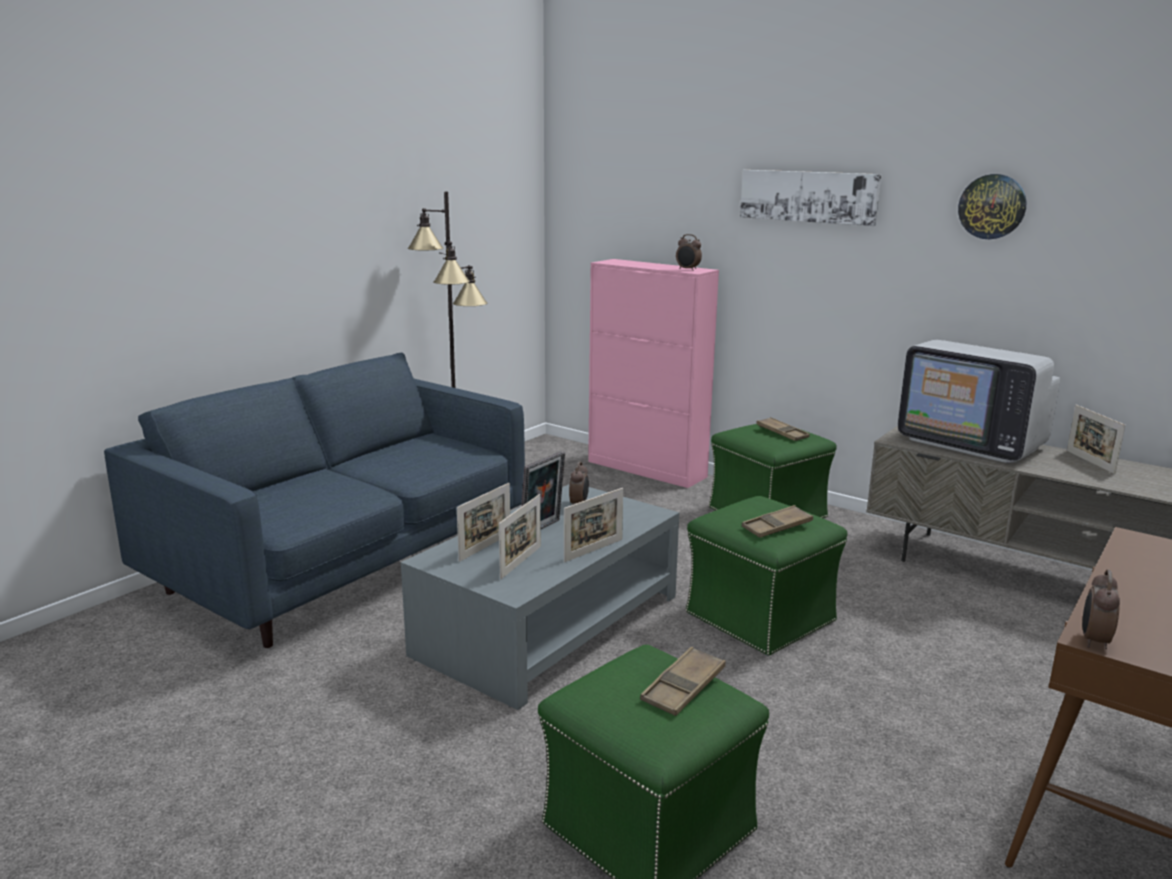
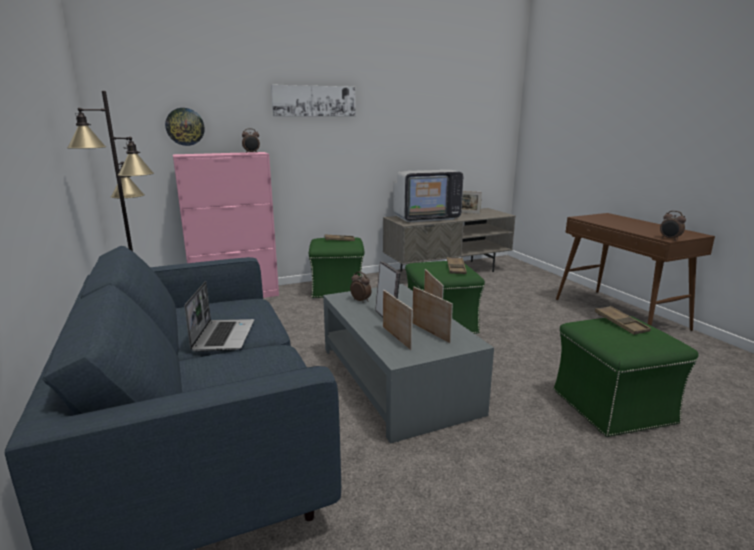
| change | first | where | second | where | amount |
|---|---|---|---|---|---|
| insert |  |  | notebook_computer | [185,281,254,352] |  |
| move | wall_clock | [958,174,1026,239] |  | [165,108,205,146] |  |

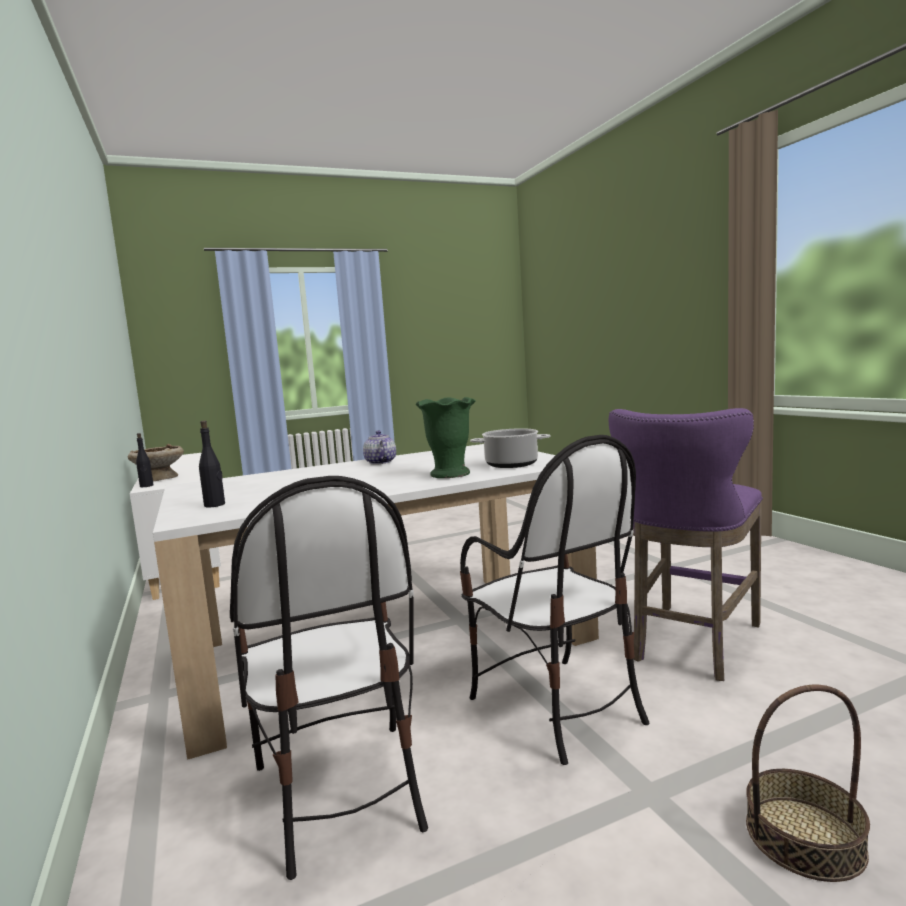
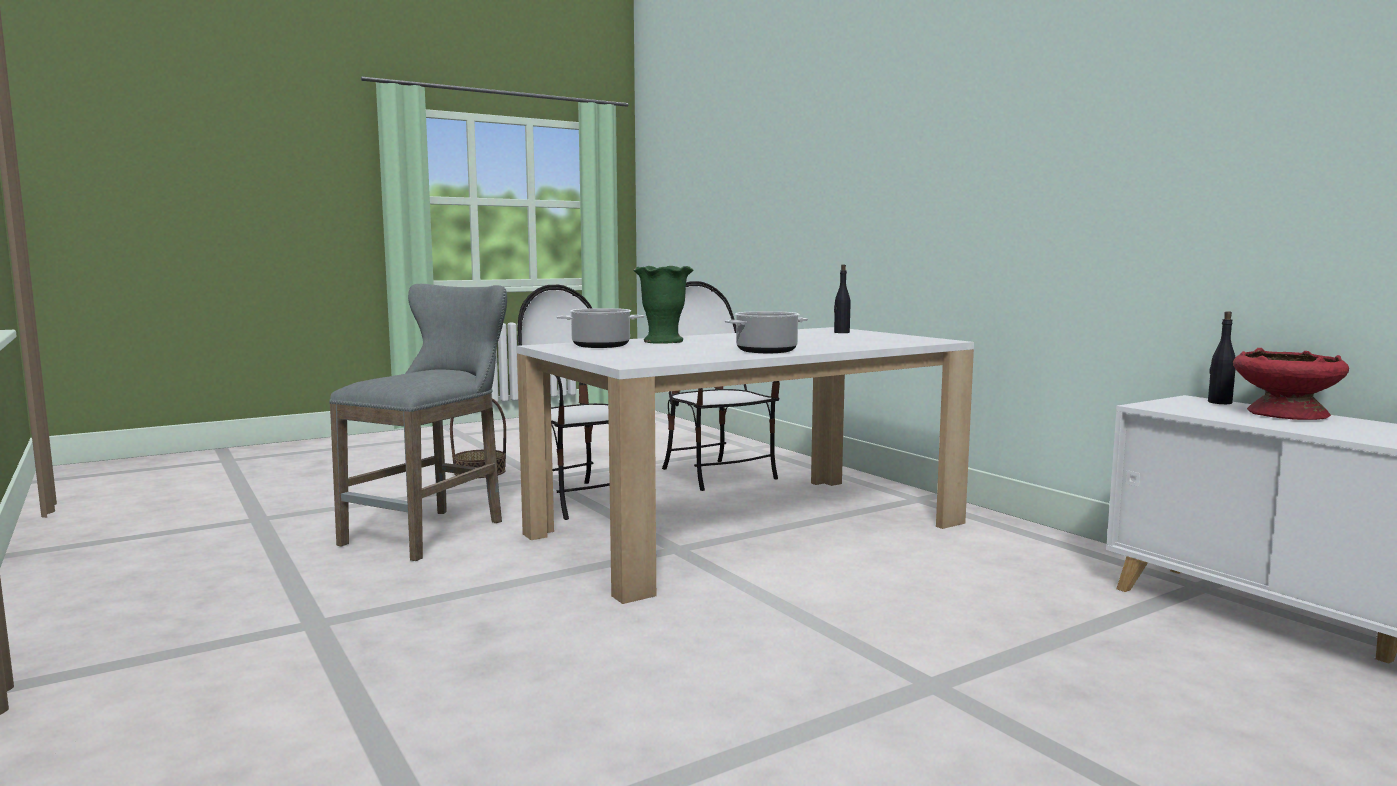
| change | first | where | second | where | amount |
|---|---|---|---|---|---|
| replace | pot_for_tea | [363,430,396,465] | stockpot | [725,311,808,353] |  |
| recolor | beige_serving_bowl | [128,444,184,481] | red-coloured_serving_bowl | [1233,348,1349,420] |  |
| recolor | purple-coloured_sitting_stool | [609,408,763,681] | greyish_sitting_stool | [329,284,507,561] |  |

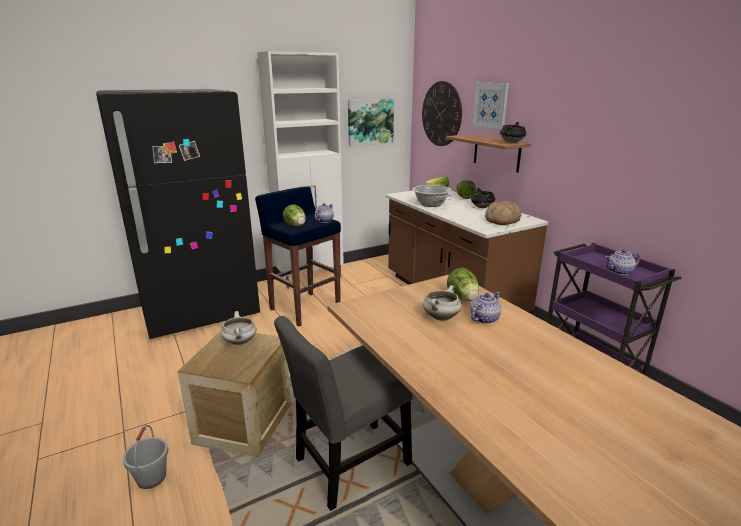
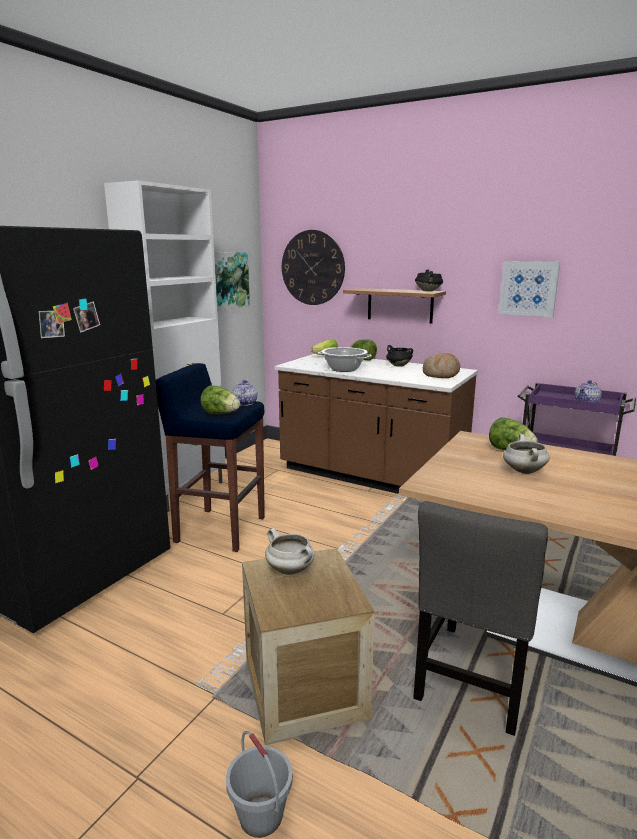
| change | first | where | second | where | amount |
|---|---|---|---|---|---|
| delete | pot_for_tea | [470,292,501,324] |  |  |  |
| move | picture | [472,83,509,129] |  | [499,261,560,317] |  |

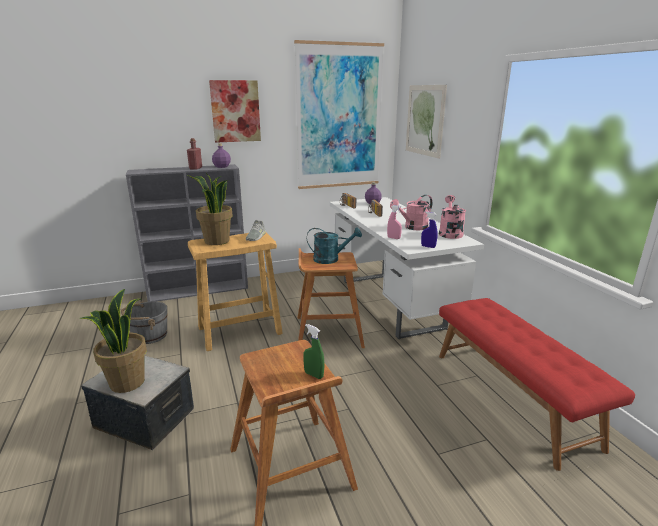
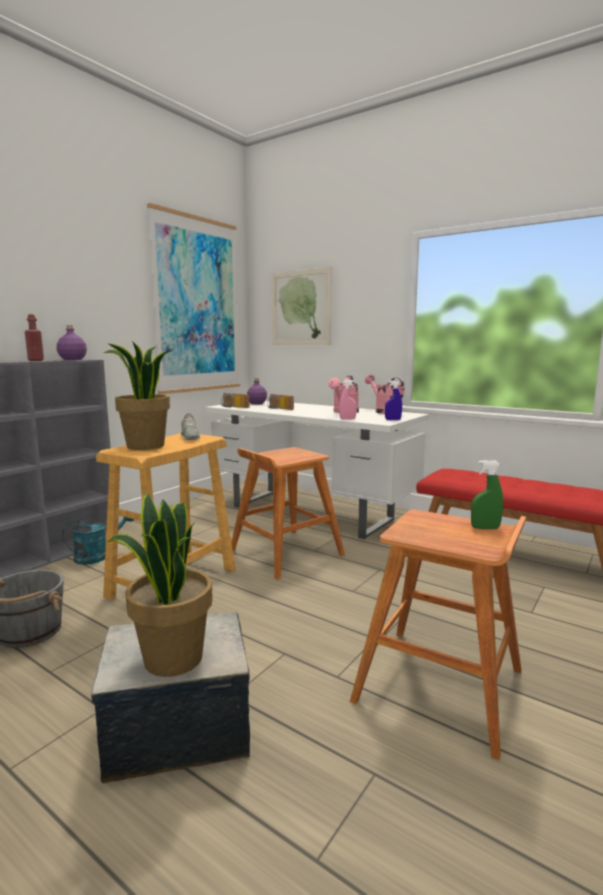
| change | first | where | second | where | amount |
|---|---|---|---|---|---|
| delete | picture | [209,80,261,143] |  |  |  |
| move | turquoise_sprinkling_can | [307,227,362,264] |  | [62,517,134,565] |  |

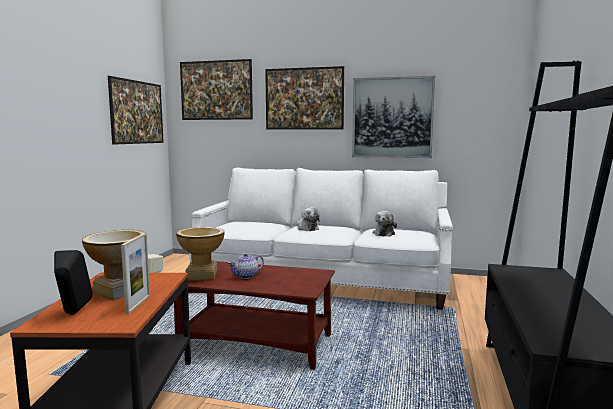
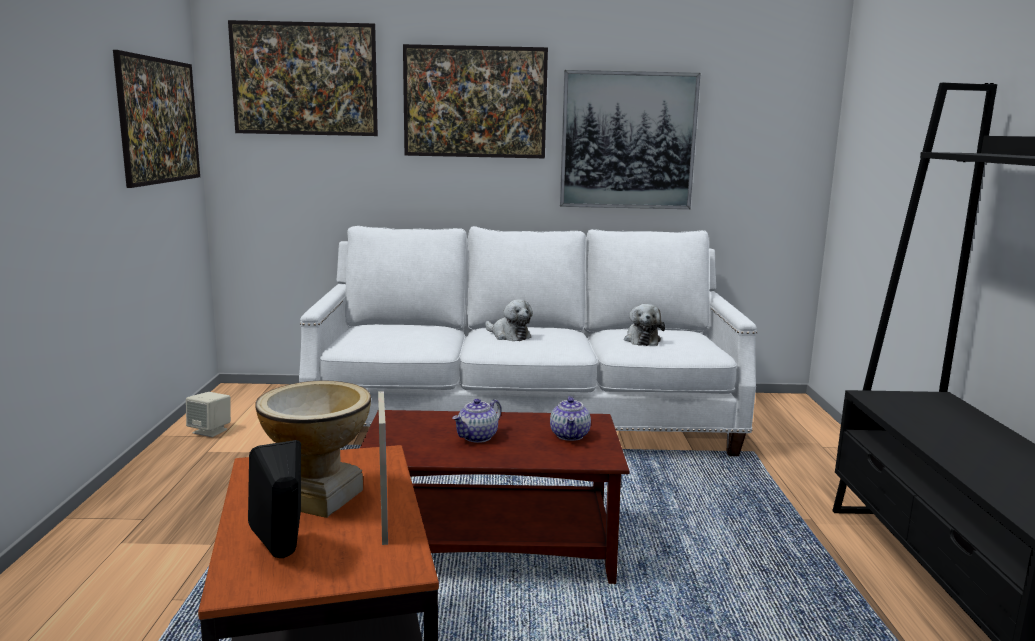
| change | first | where | second | where | amount |
|---|---|---|---|---|---|
| delete | decorative_vase | [176,227,225,280] |  |  |  |
| insert |  |  | pot_for_tea | [550,396,591,441] |  |

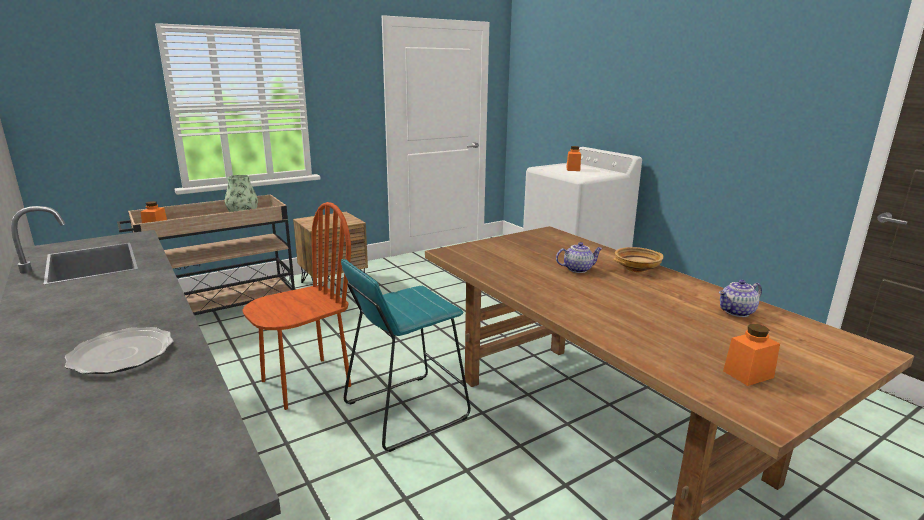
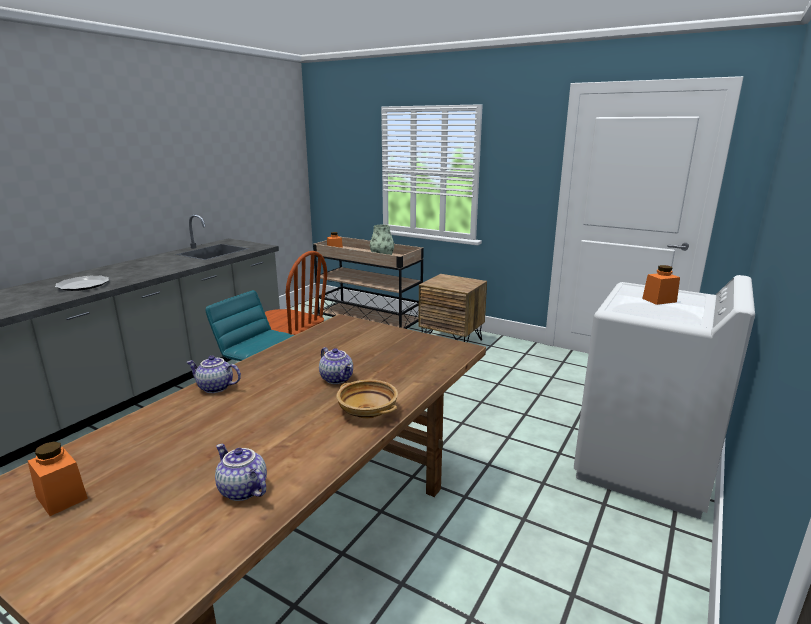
| change | first | where | second | where | amount |
|---|---|---|---|---|---|
| insert |  |  | pot_for_tea | [186,356,241,393] |  |

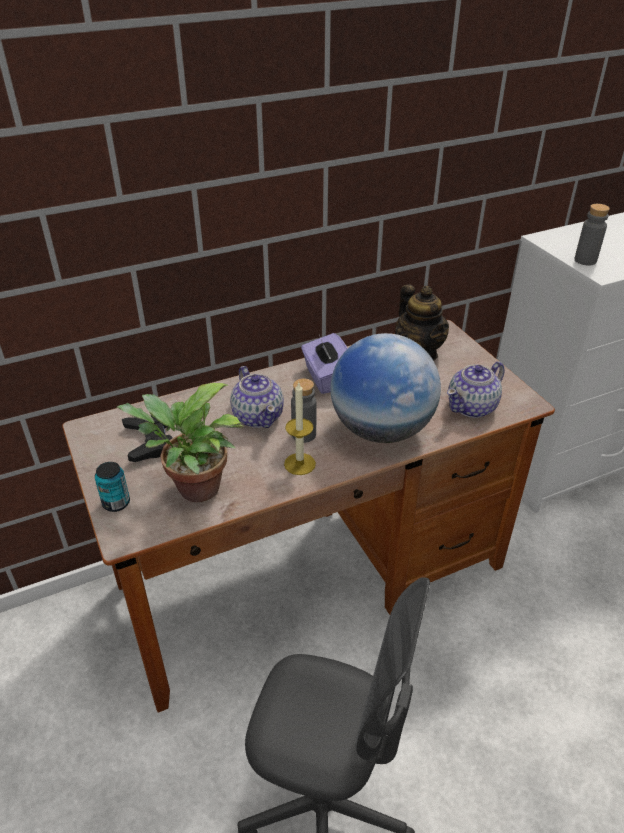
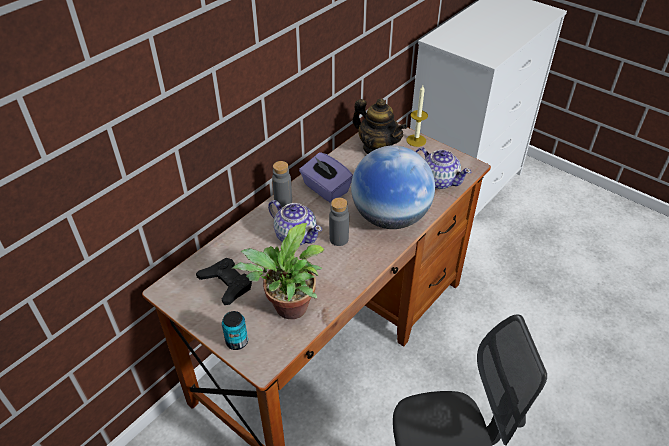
| change | first | where | second | where | amount |
|---|---|---|---|---|---|
| move | wax_light | [284,383,316,475] |  | [407,85,428,147] |  |
| move | greyish_bottle | [574,204,610,266] |  | [272,161,292,207] |  |
| rotate | pot_for_tea | [447,362,505,418] |  | [415,147,471,189] | 75 degrees counterclockwise |

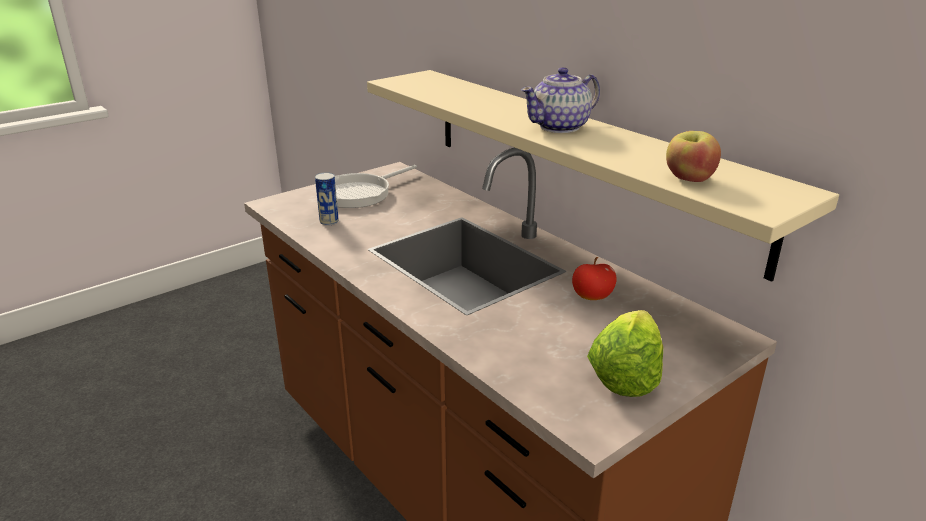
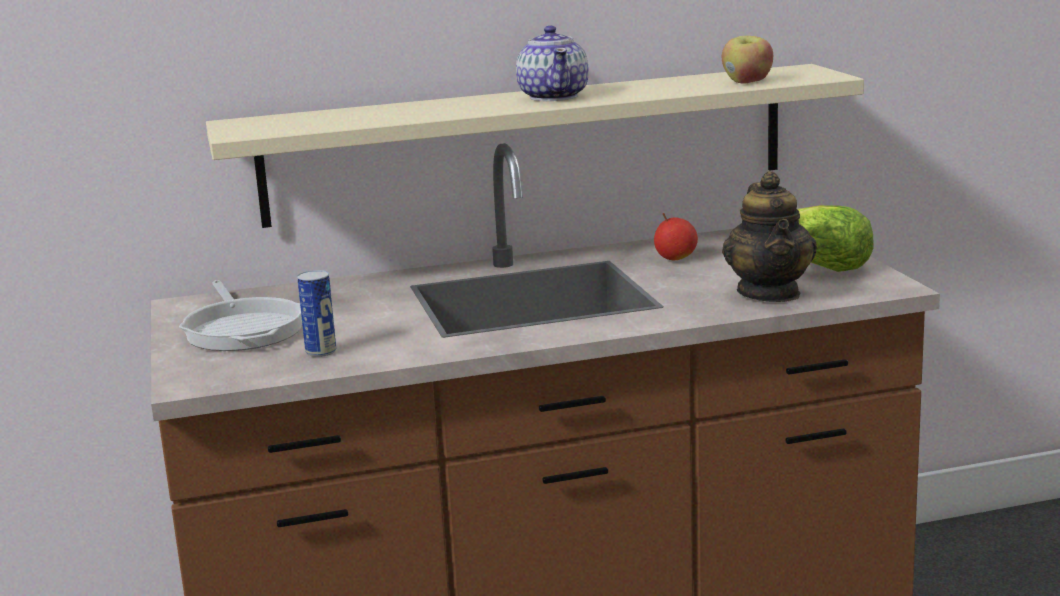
| change | first | where | second | where | amount |
|---|---|---|---|---|---|
| insert |  |  | pot_for_tea | [722,171,817,302] |  |

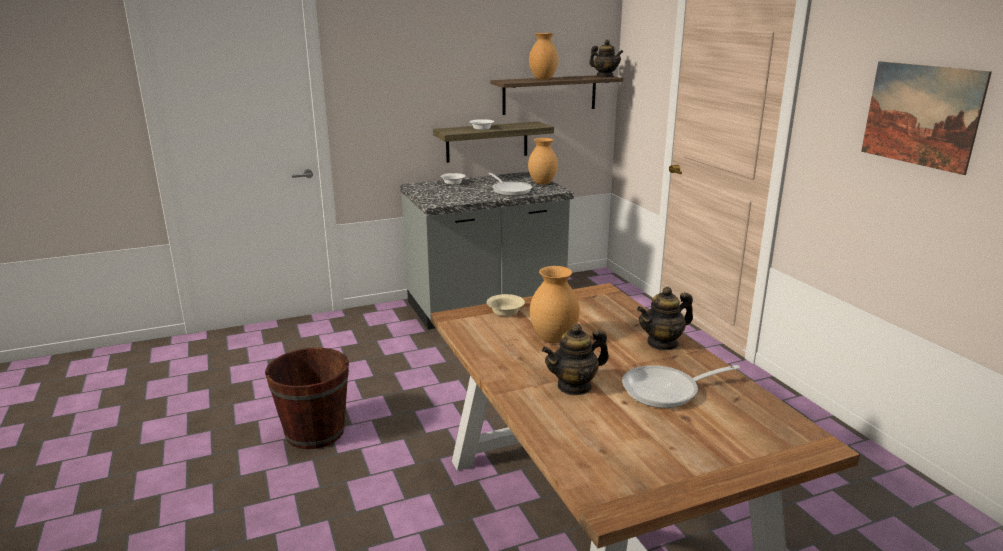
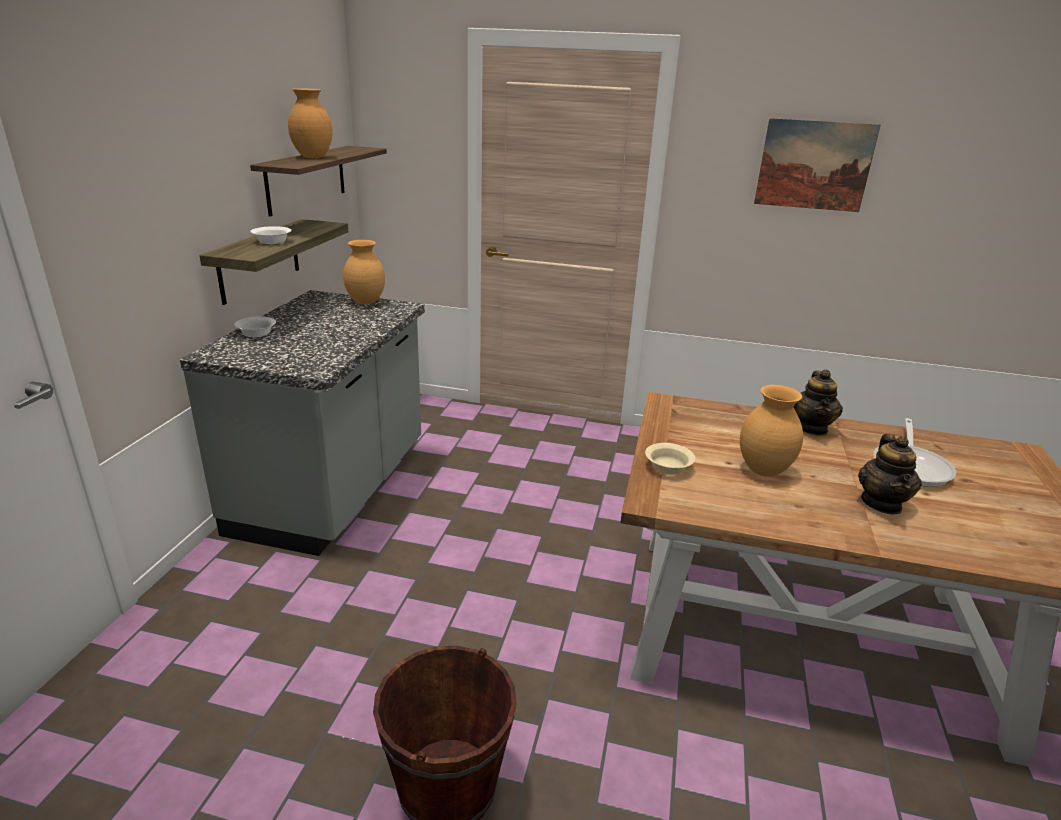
| change | first | where | second | where | amount |
|---|---|---|---|---|---|
| delete | frying_pan | [488,173,532,196] |  |  |  |
| delete | pot_for_tea | [589,40,623,77] |  |  |  |

